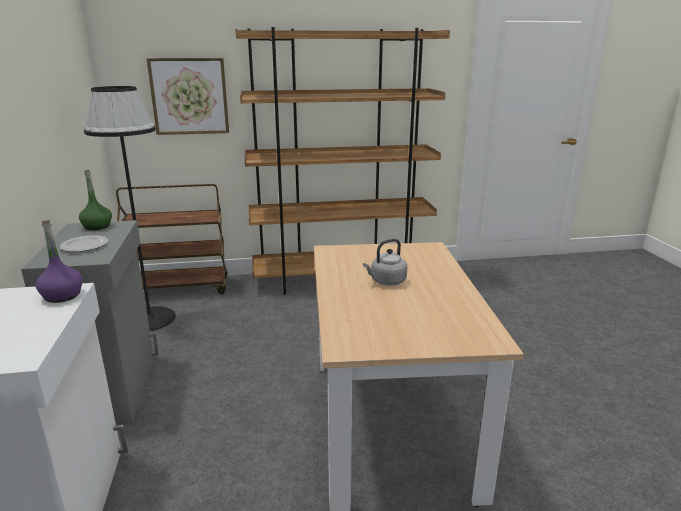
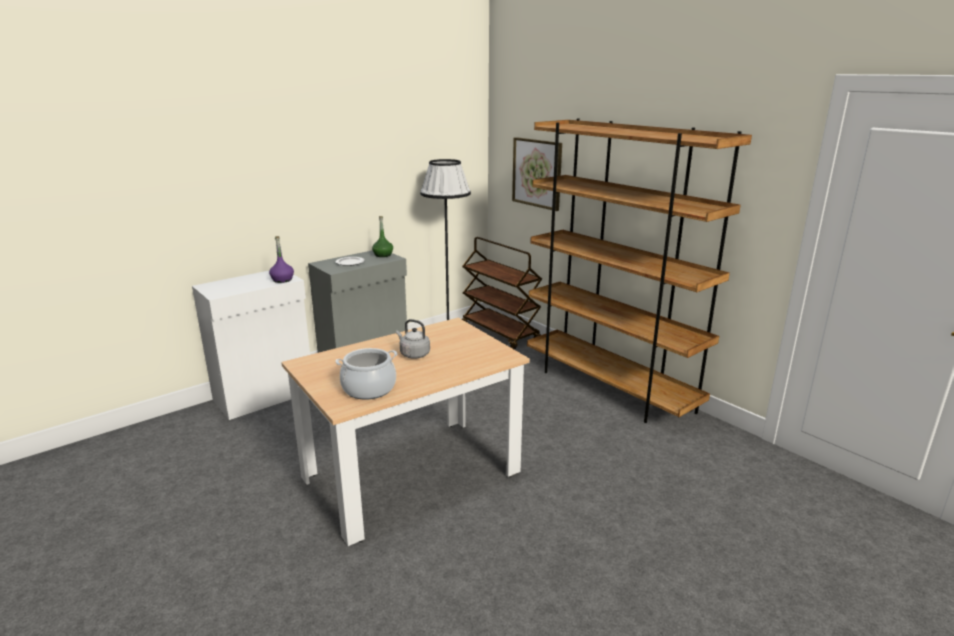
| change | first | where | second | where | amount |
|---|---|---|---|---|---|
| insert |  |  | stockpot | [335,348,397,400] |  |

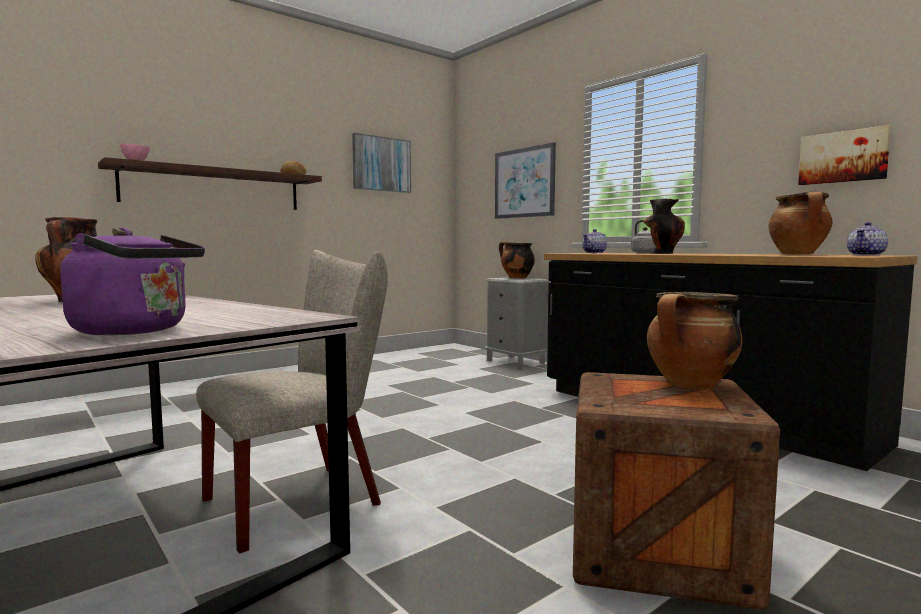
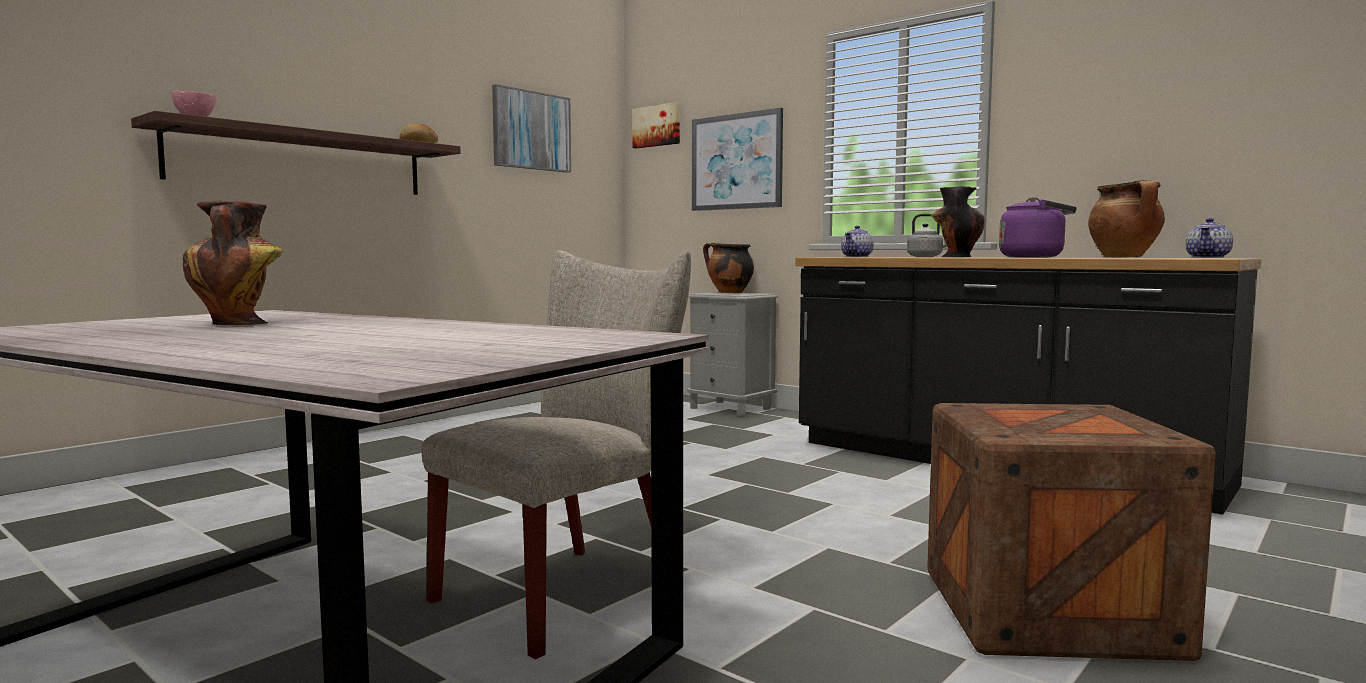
| change | first | where | second | where | amount |
|---|---|---|---|---|---|
| delete | stockpot | [647,292,742,390] |  |  |  |
| move | purple-coloured_water_kettle | [60,227,205,335] |  | [999,197,1077,258] |  |
| move | picture | [798,125,891,185] |  | [632,102,680,149] |  |

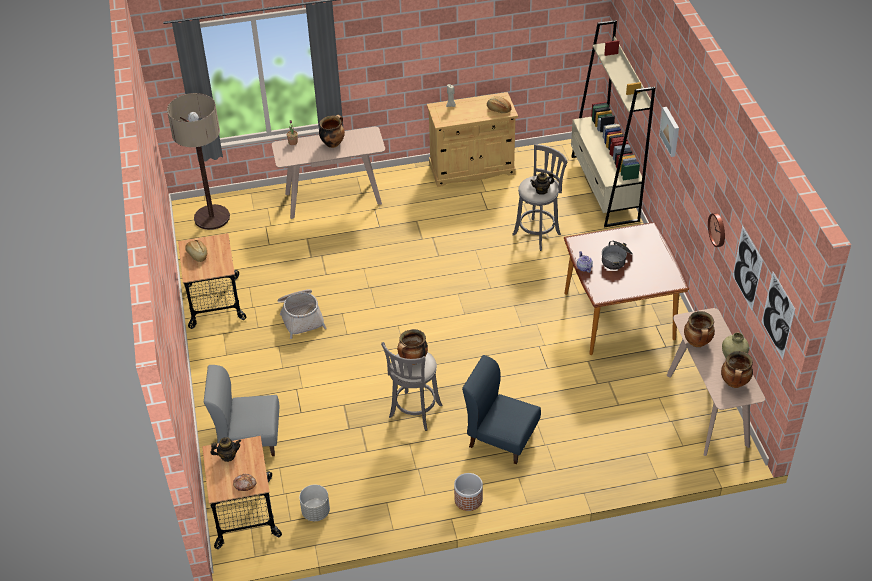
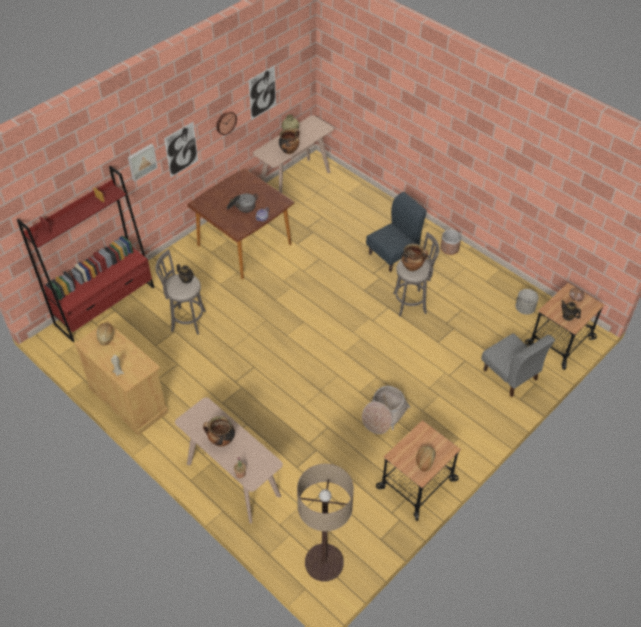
| change | first | where | second | where | amount |
|---|---|---|---|---|---|
| delete | stockpot | [721,351,753,388] |  |  |  |
| move | picture | [762,272,795,360] |  | [164,122,198,178] |  |
| recolor | beige_bookshelf | [571,20,655,227] | red-coloured_bookshelf | [17,166,154,342] |  |
| rotate | blue_upright_chair | [462,355,541,464] |  | [366,192,427,272] | 120 degrees counterclockwise |

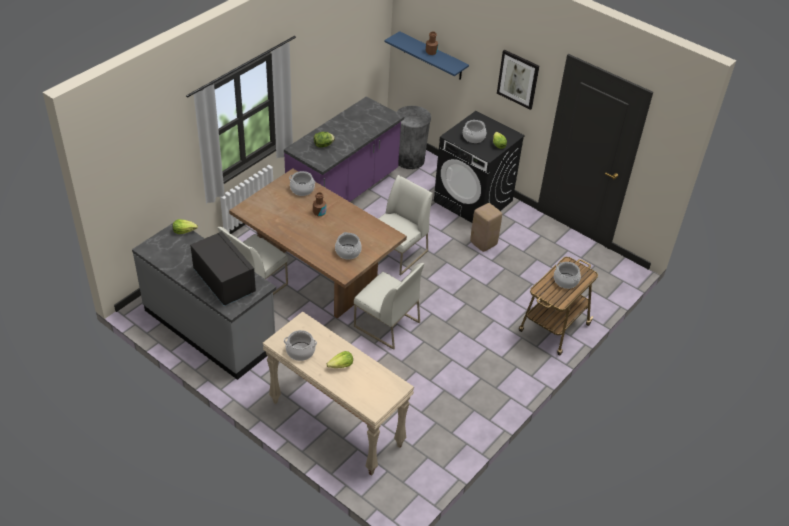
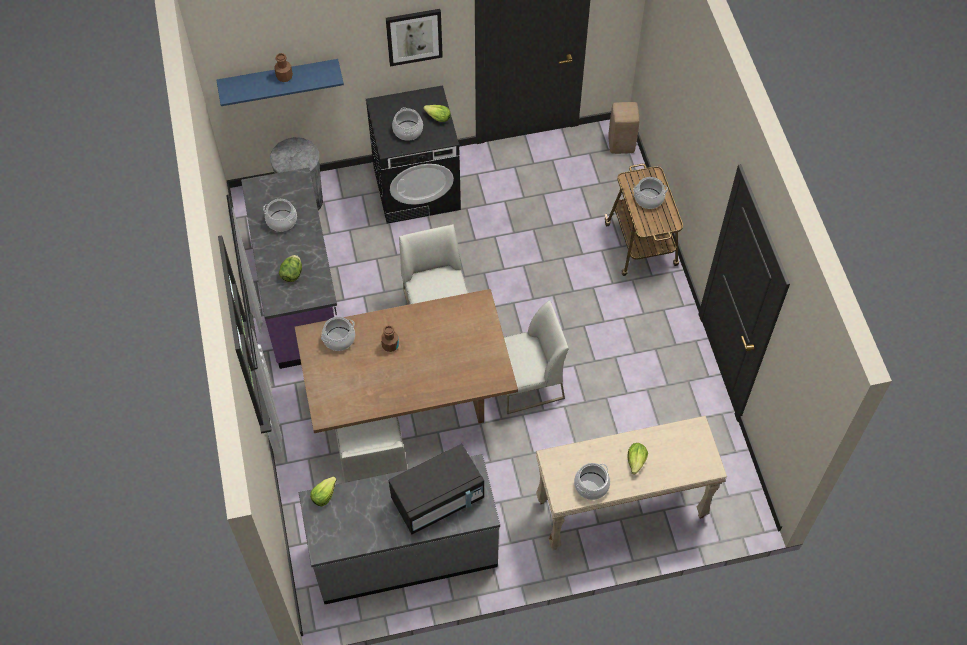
| change | first | where | second | where | amount |
|---|---|---|---|---|---|
| move | stockpot | [335,232,362,260] |  | [263,199,297,232] |  |
| move | beige_sitting_stool | [470,203,502,252] |  | [609,102,640,154] |  |
| rotate | blackish_microwave | [190,231,256,306] |  | [389,444,484,534] | 150 degrees clockwise |

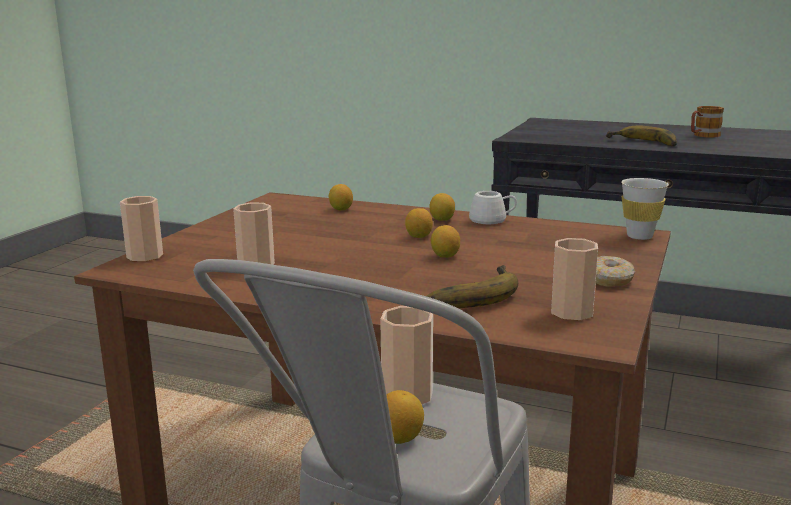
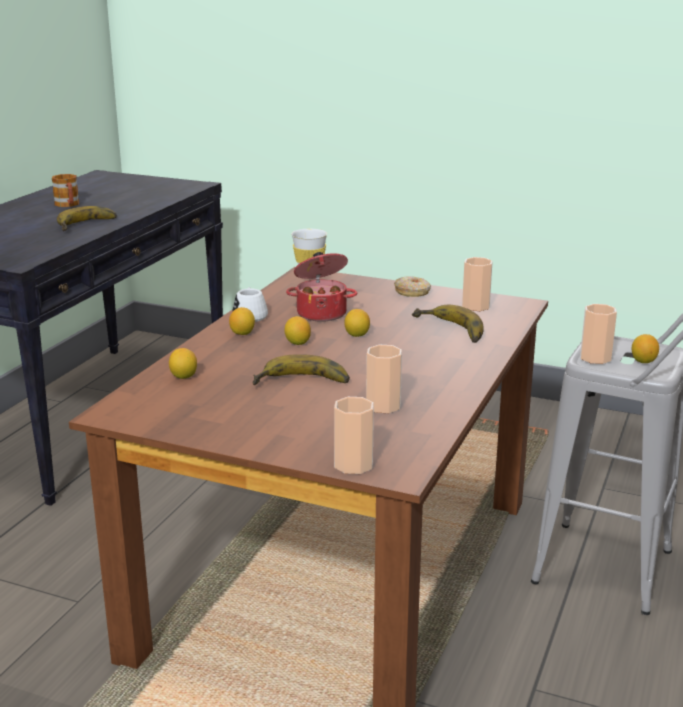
| change | first | where | second | where | amount |
|---|---|---|---|---|---|
| insert |  |  | whole_banana | [253,354,350,385] |  |
| insert |  |  | stockpot | [286,252,357,322] |  |

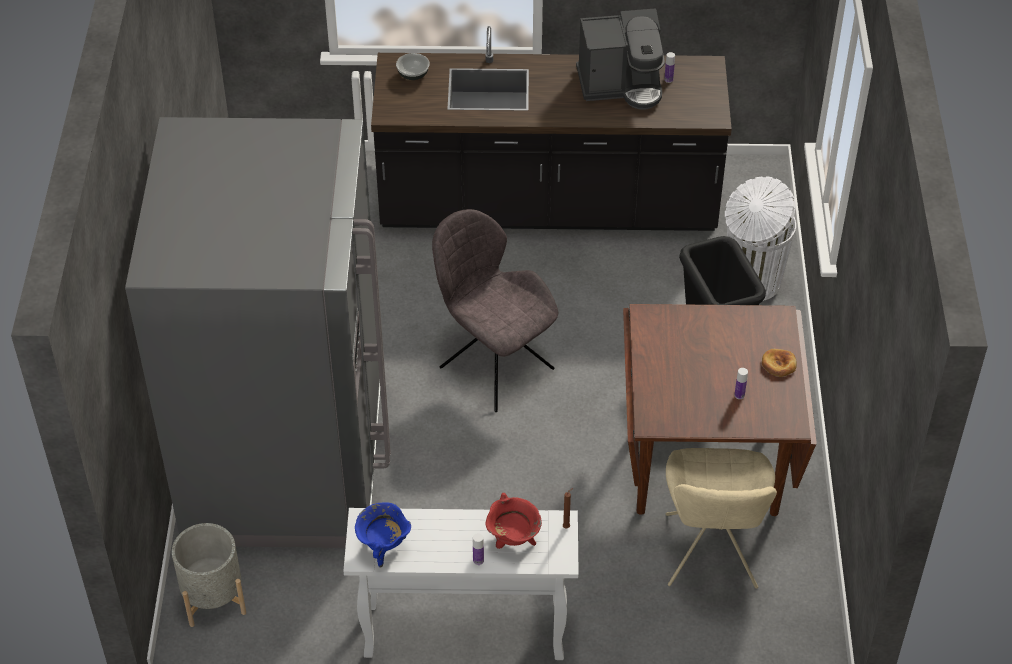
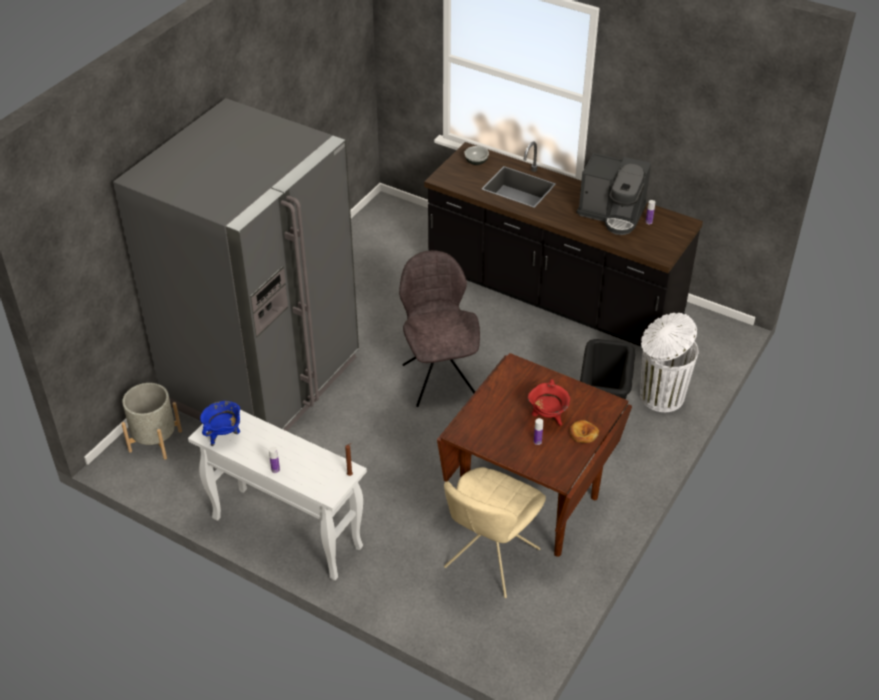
| change | first | where | second | where | amount |
|---|---|---|---|---|---|
| move | red-coloured_stockpot | [485,493,542,549] |  | [528,379,570,426] |  |

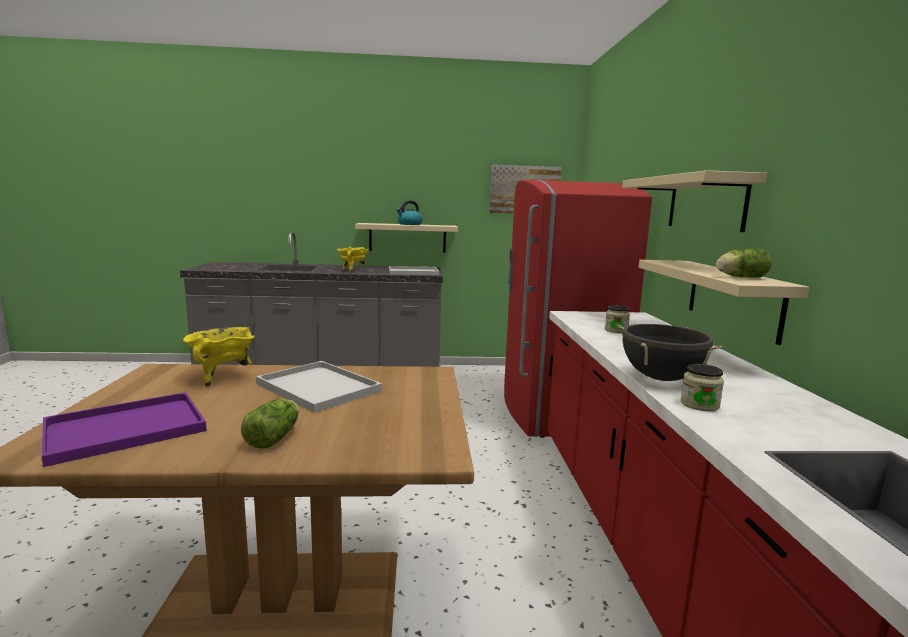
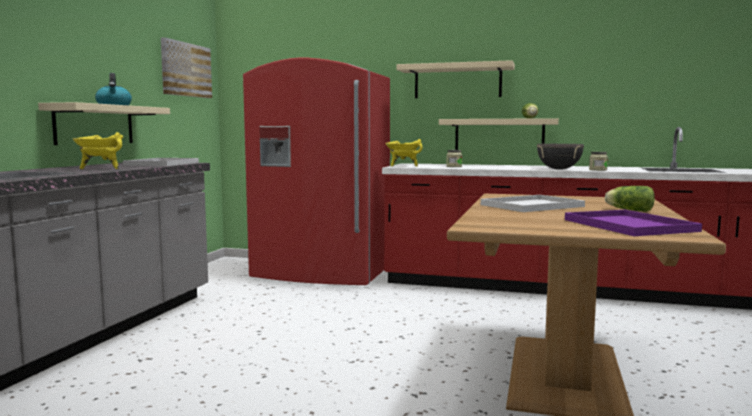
| change | first | where | second | where | amount |
|---|---|---|---|---|---|
| move | yellow-coloured_stockpot | [183,327,255,387] |  | [385,139,423,166] |  |

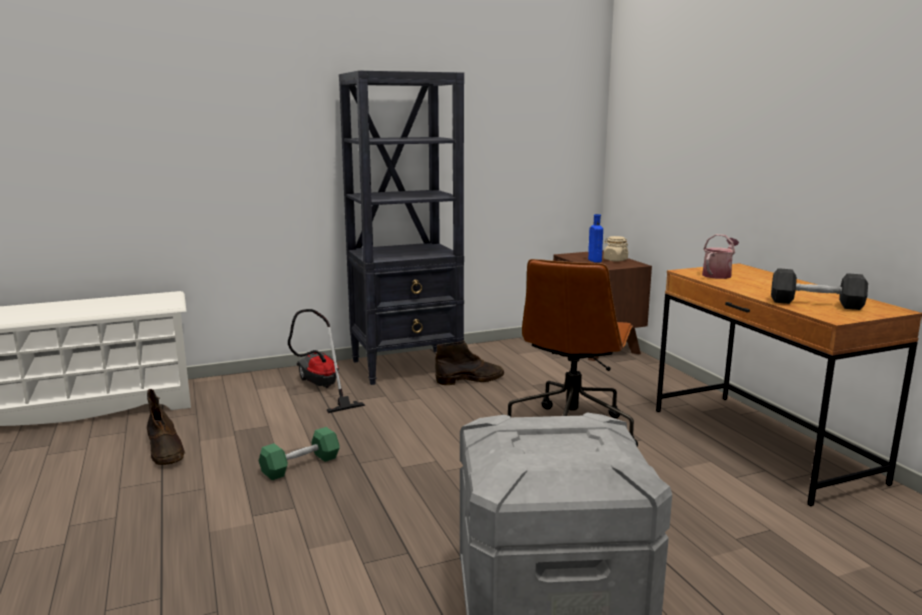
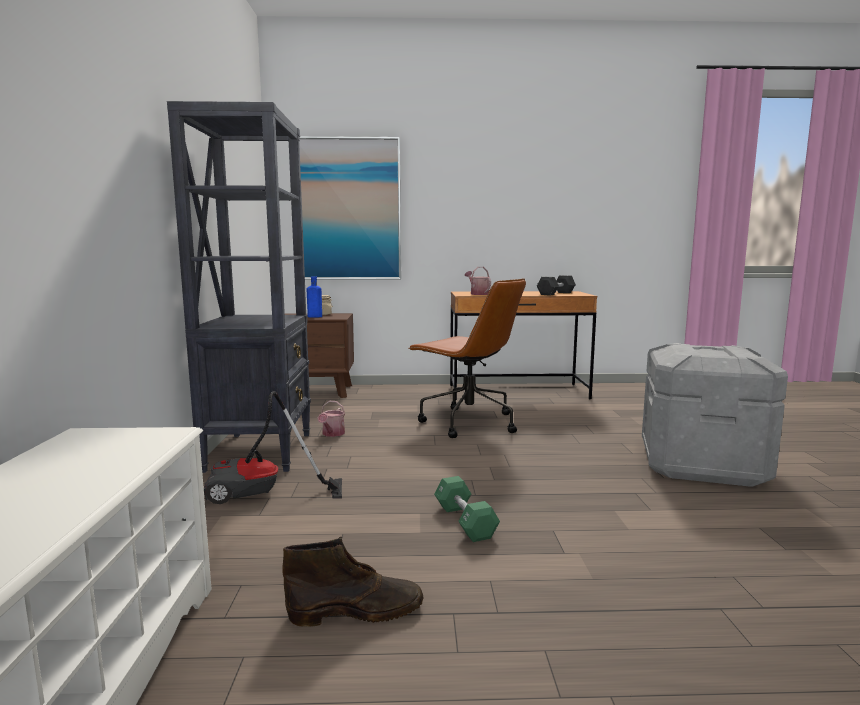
| change | first | where | second | where | amount |
|---|---|---|---|---|---|
| insert |  |  | picture | [299,136,401,280] |  |
| replace | brown_boot | [435,340,504,385] | sprinkling_can | [318,401,345,437] |  |

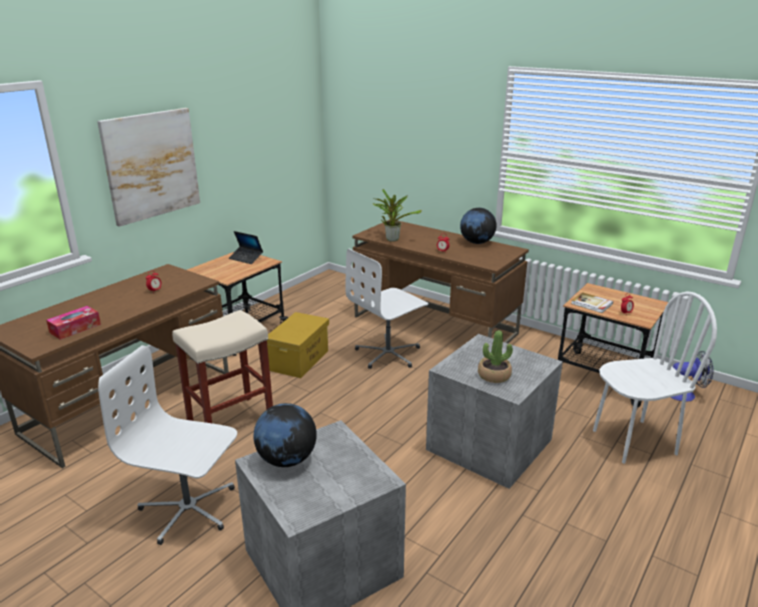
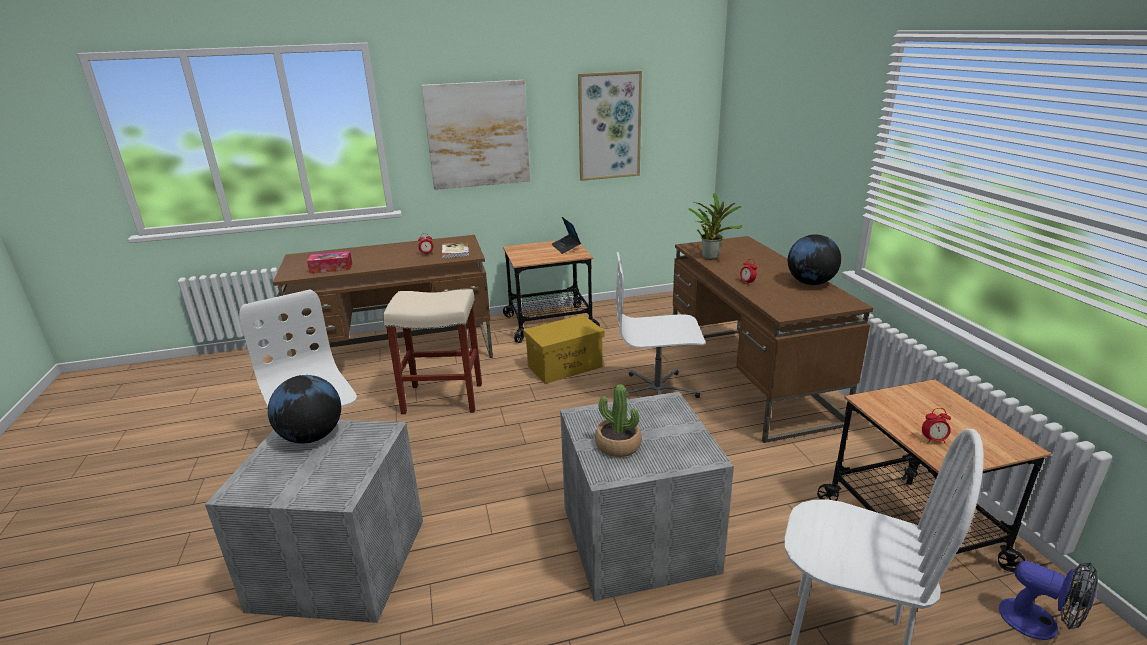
| change | first | where | second | where | amount |
|---|---|---|---|---|---|
| insert |  |  | picture | [578,71,642,181] |  |
| move | bound_book | [571,292,613,313] |  | [442,242,470,258] |  |

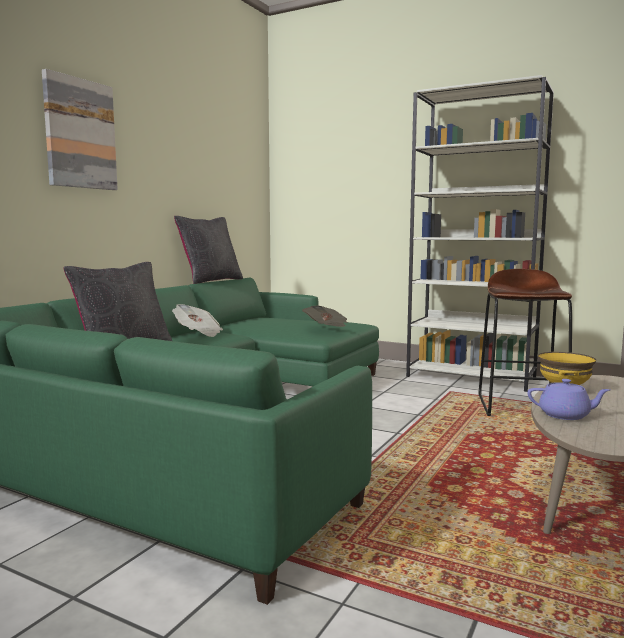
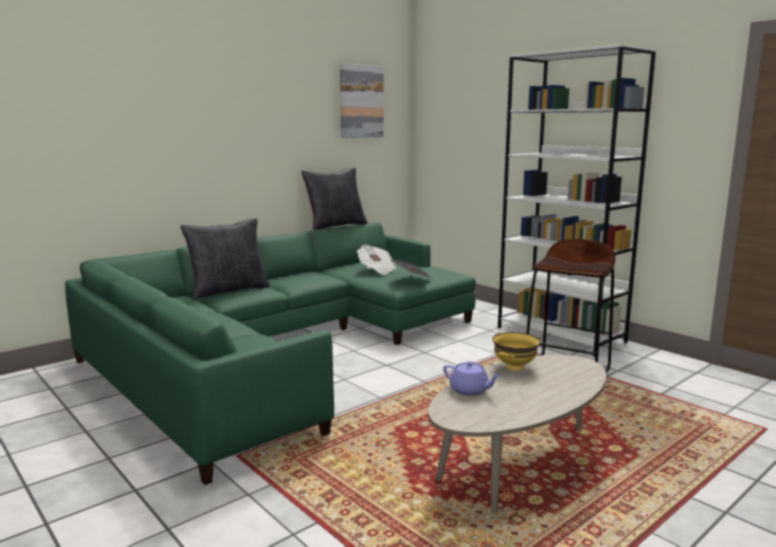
| change | first | where | second | where | amount |
|---|---|---|---|---|---|
| move | picture | [42,69,118,190] |  | [340,63,384,138] |  |
| move | newspaper | [172,304,223,337] |  | [357,245,397,275] |  |

